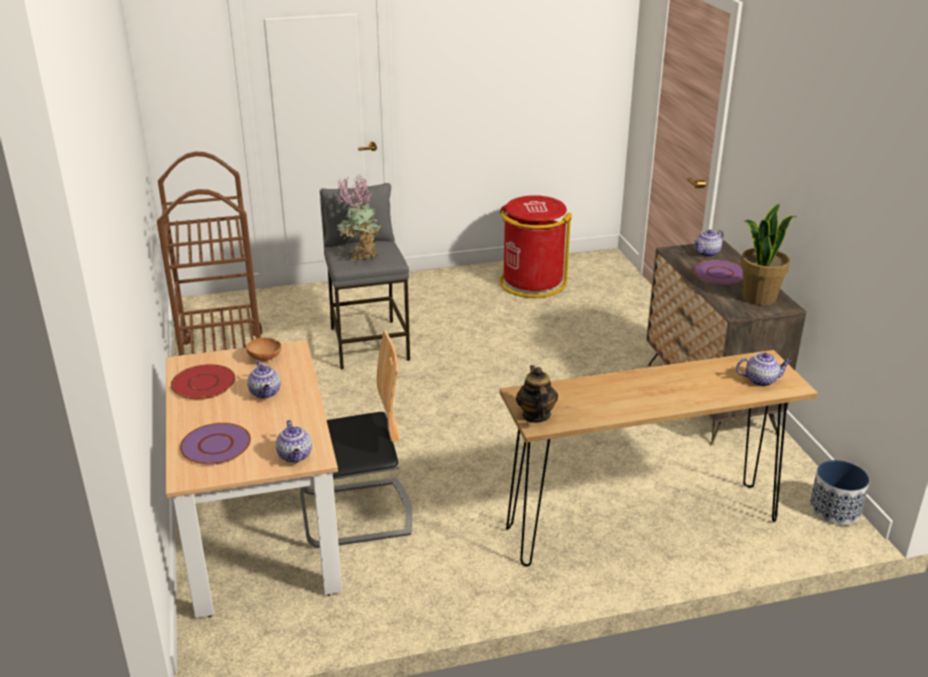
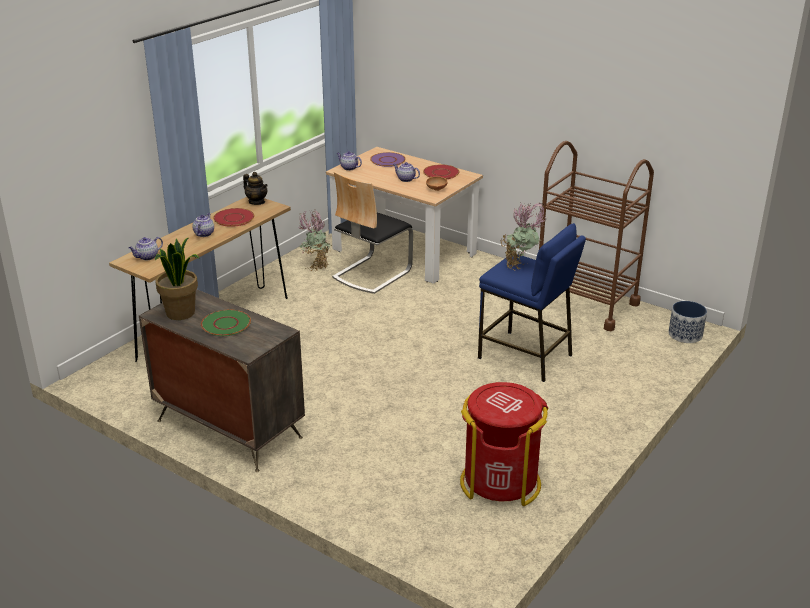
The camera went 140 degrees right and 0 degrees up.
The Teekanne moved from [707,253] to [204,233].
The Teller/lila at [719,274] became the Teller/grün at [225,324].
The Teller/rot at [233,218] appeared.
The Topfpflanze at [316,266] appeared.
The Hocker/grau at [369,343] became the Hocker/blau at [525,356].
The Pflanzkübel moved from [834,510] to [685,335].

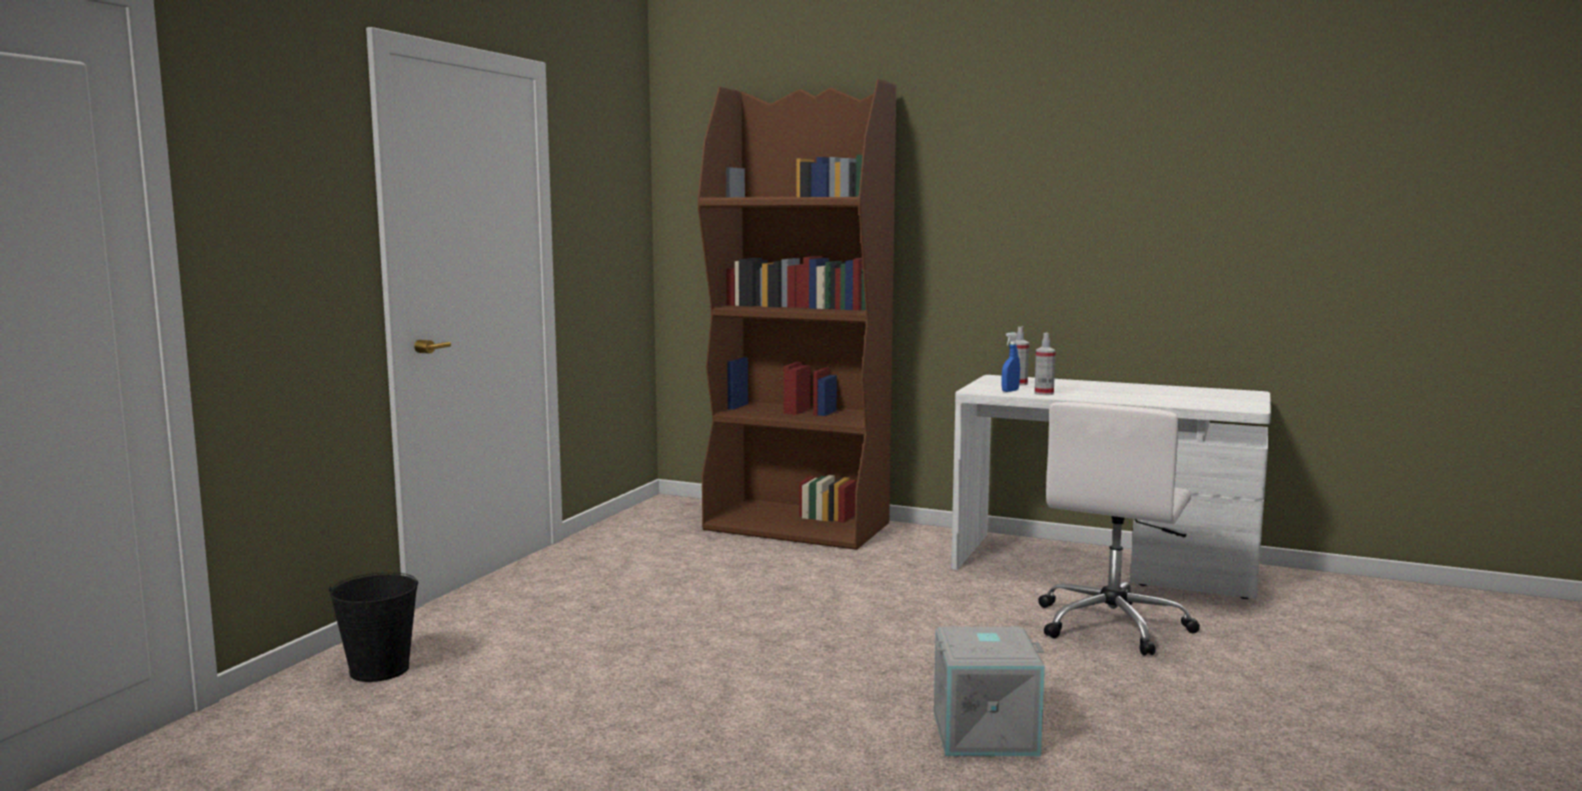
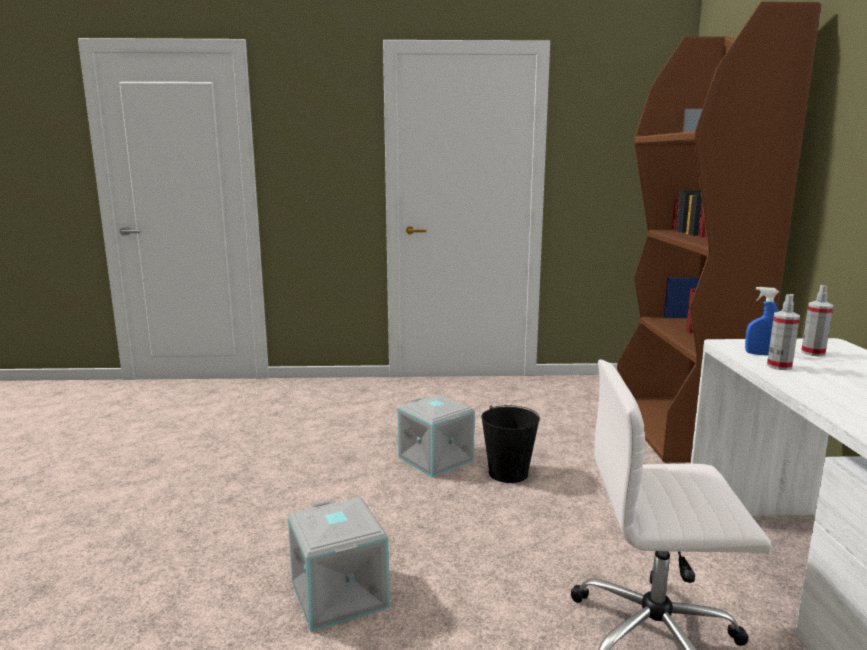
The camera went 65 degrees right and 5 degrees up.
The Aufbewahrungsbox/grau at [437,459] appeared.
The Eimer/schwarz moved from [379,670] to [508,473].

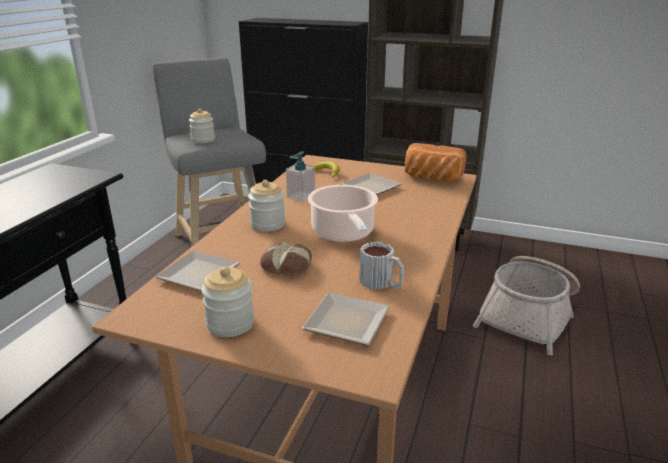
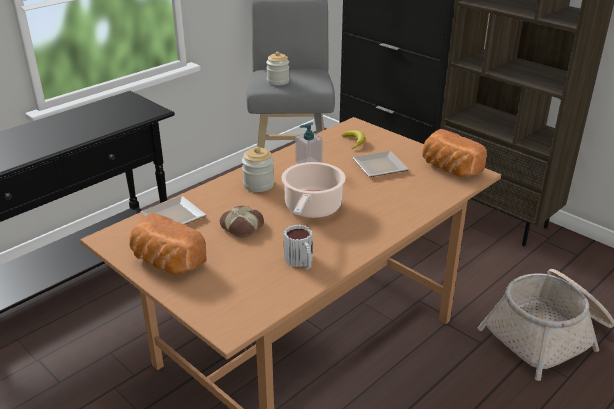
The camera went 25 degrees right and 5 degrees up.
The Vorratsglas at [230,323] was replaced by the Brot at [165,262].
The Teller at [343,323] disappeared.

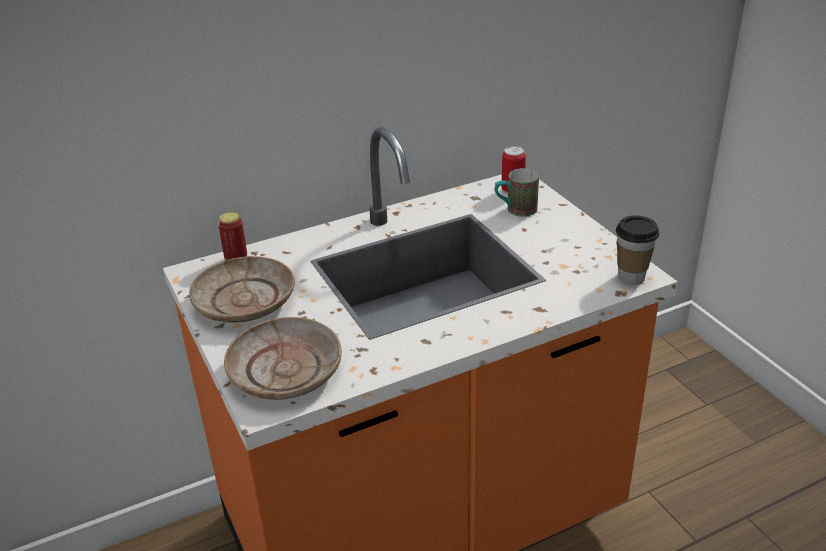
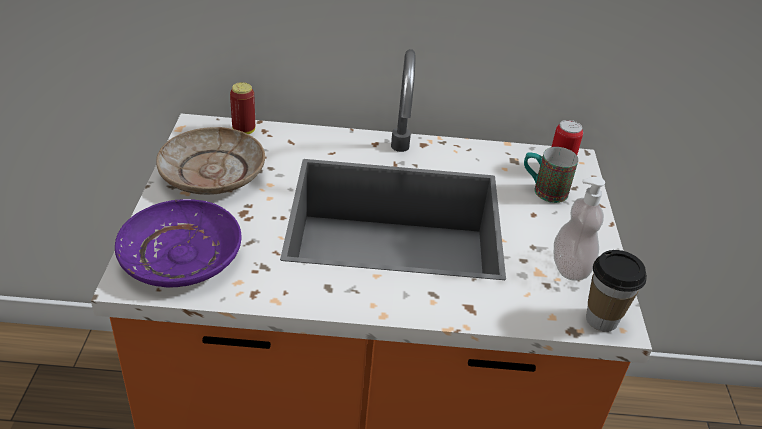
The camera went 25 degrees right and 5 degrees up.
The Teller/beige at [286,371] became the Teller/lila at [182,256].
The Seifenspender at [570,267] appeared.

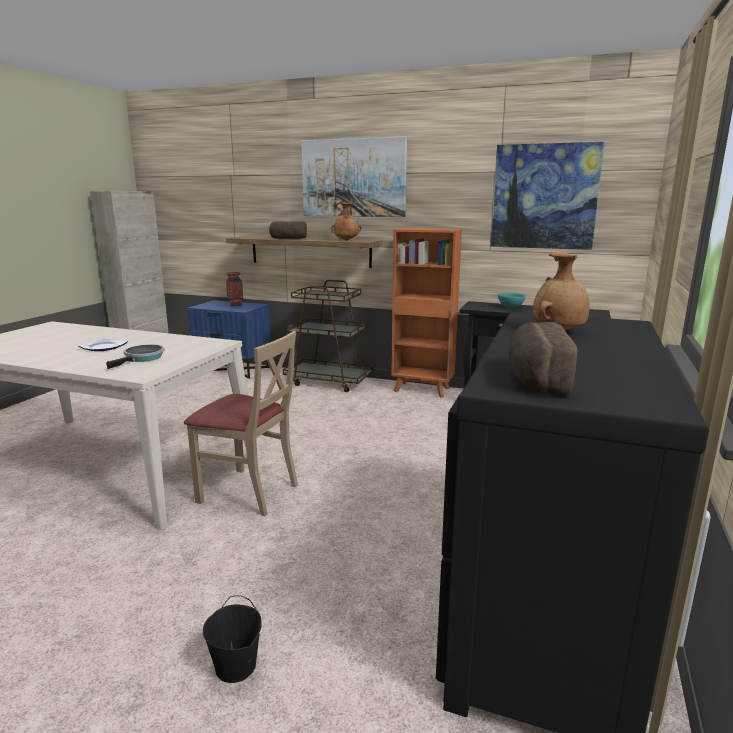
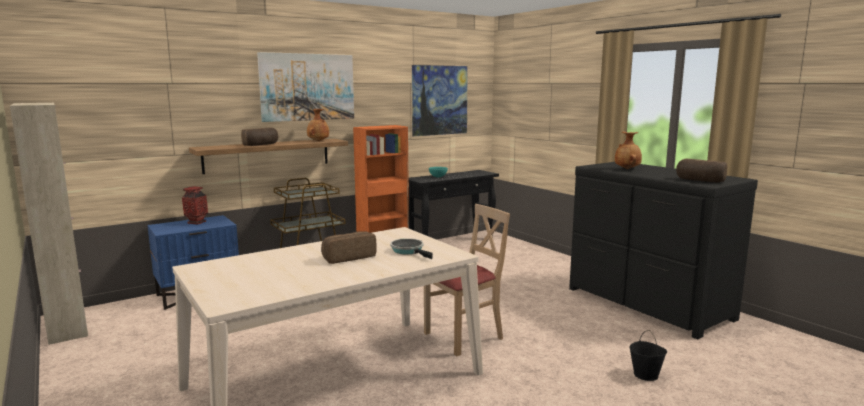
The camera went 55 degrees left and 5 degrees down.
The Teller at [103,348] was replaced by the Brot at [348,257].

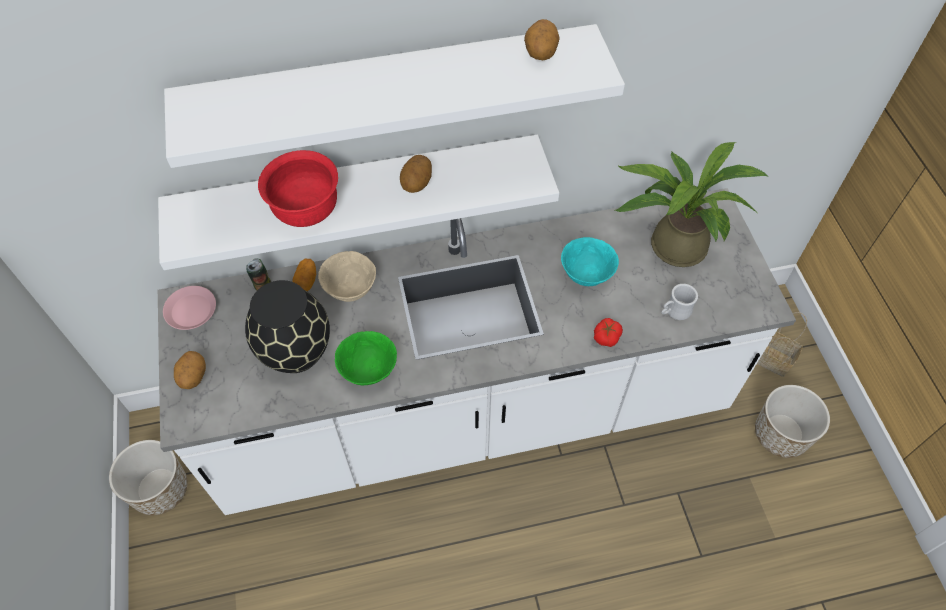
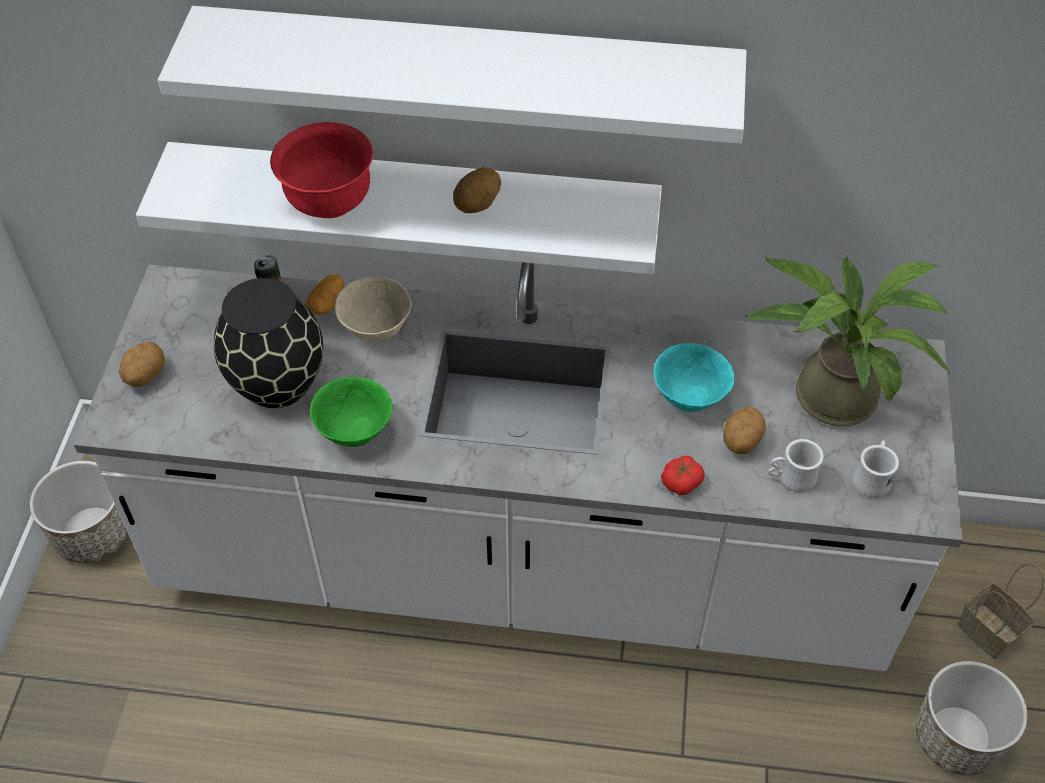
The camera went 20 degrees right and 5 degrees down.
The Kartoffel moved from [540,54] to [741,441].
The Henkelbecher/weiß at [872,478] appeared.
The Teller/rosa at [191,311] disappeared.

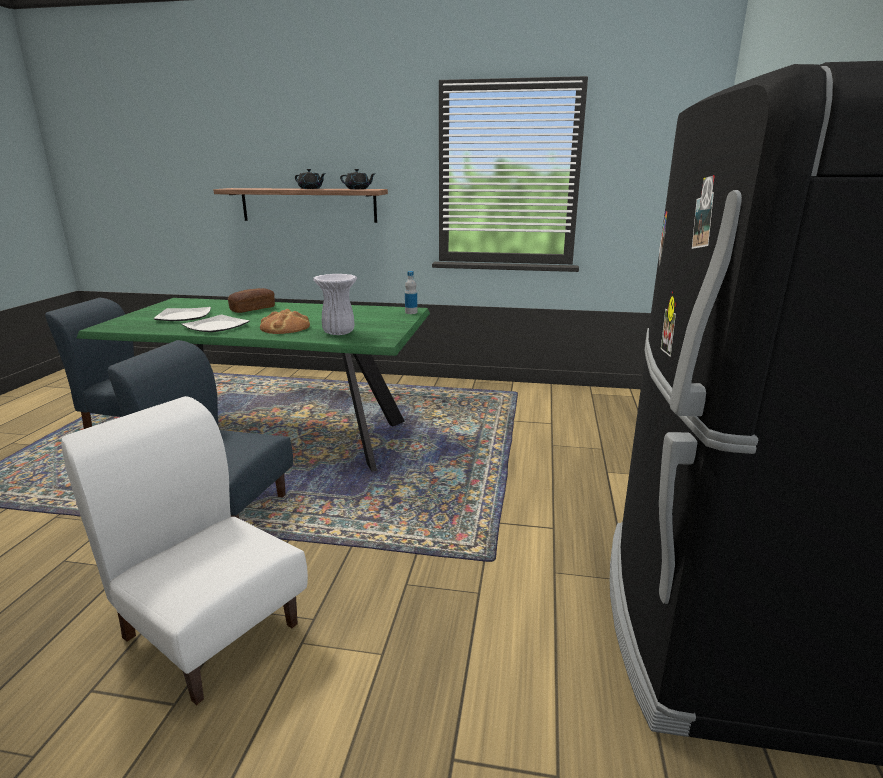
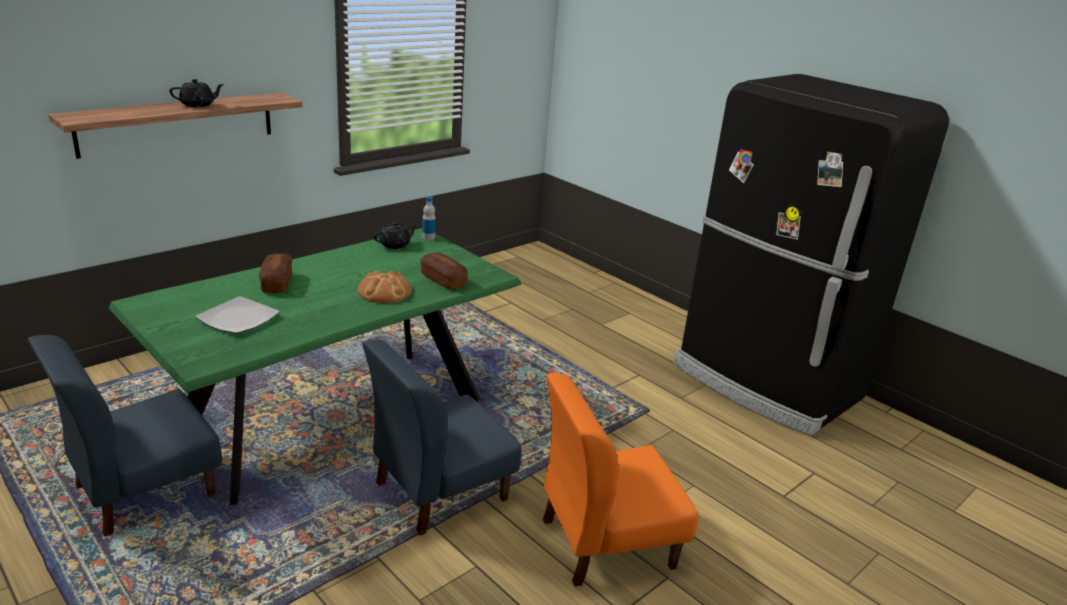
The camera went 55 degrees left and 5 degrees up.
The Teekanne/schwarz moved from [358,189] to [395,245].
The Vase/weiß at [338,333] was replaced by the Brot at [443,280].
The Stuhl/weiß at [211,629] became the Stuhl/orange at [606,542].
The Teller at [216,326] disappeared.

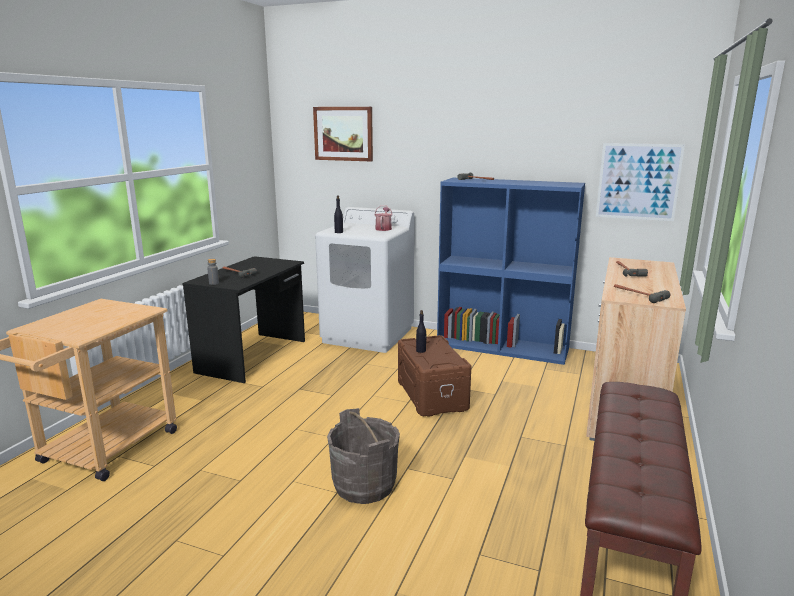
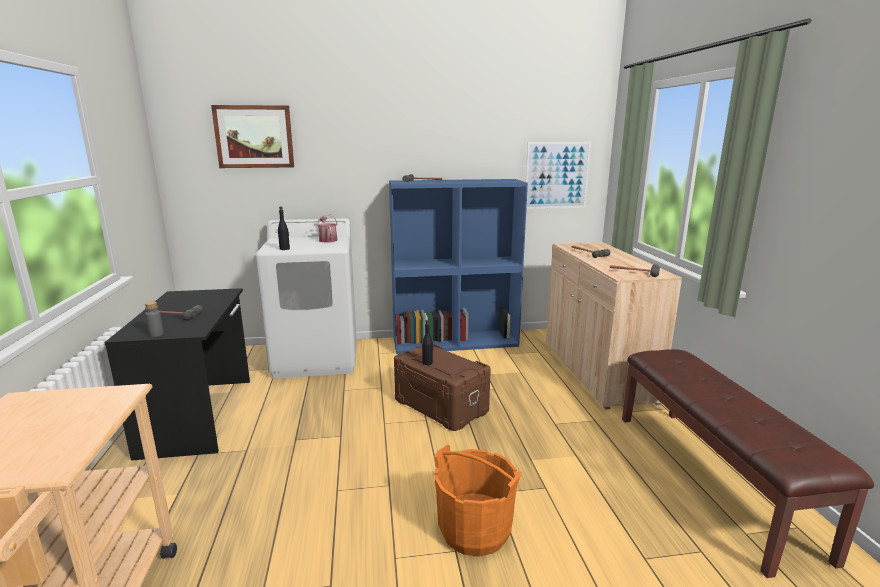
The camera went 30 degrees left and 0 degrees up.
The Eimer/grau at [364,485] became the Eimer/orange at [474,530].

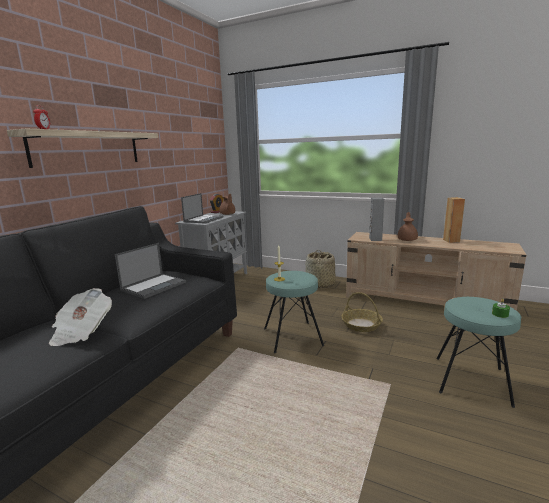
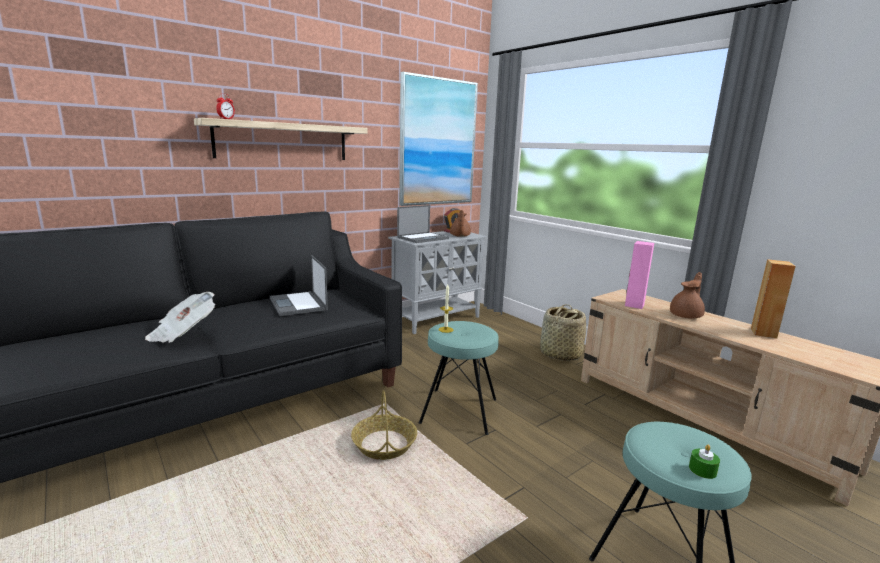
The camera went 25 degrees right and 0 degrees up.
The Laptop at [154,286] turned 90 degrees clockwise.
The Korb moved from [361,325] to [384,444].
The Bild at [437,142] appeared.
The Lautsprecher/grau at [375,239] became the Lautsprecher/rosa at [634,305].

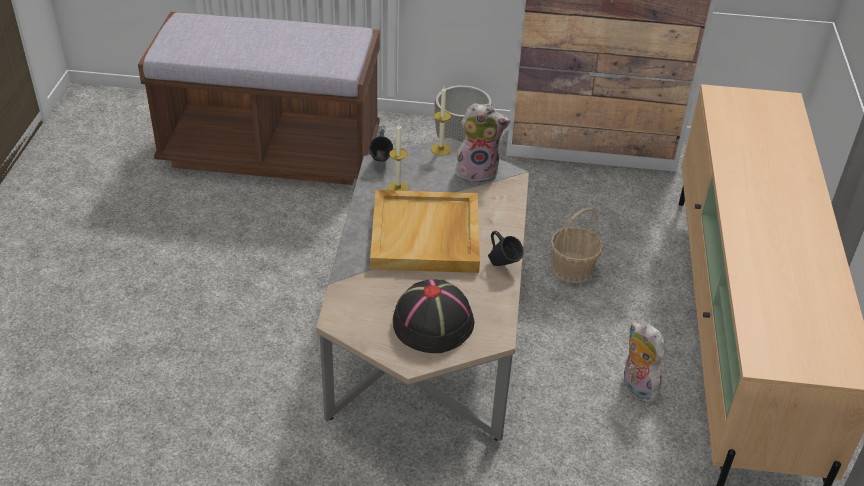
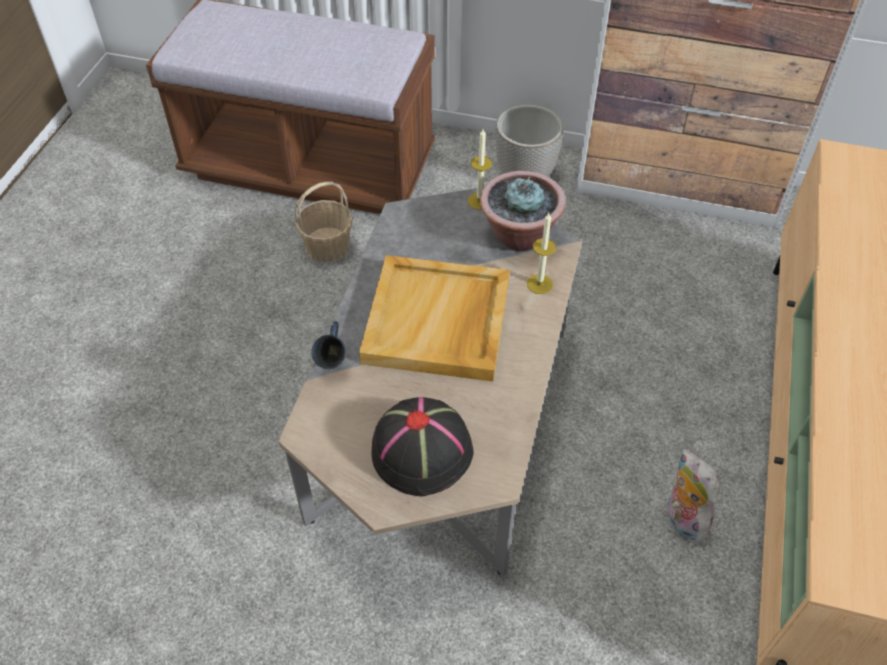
The camera went 10 degrees right and 10 degrees up.
The Korb moved from [573,268] to [328,246].
The Henkelbecher/blau moved from [381,163] to [333,364].
The Plüschtier at [478,172] was replaced by the Topfpflanze at [519,236].
The Kerze moved from [398,188] to [539,284].
The Henkelbecher/schwarz at [503,265] disappeared.

